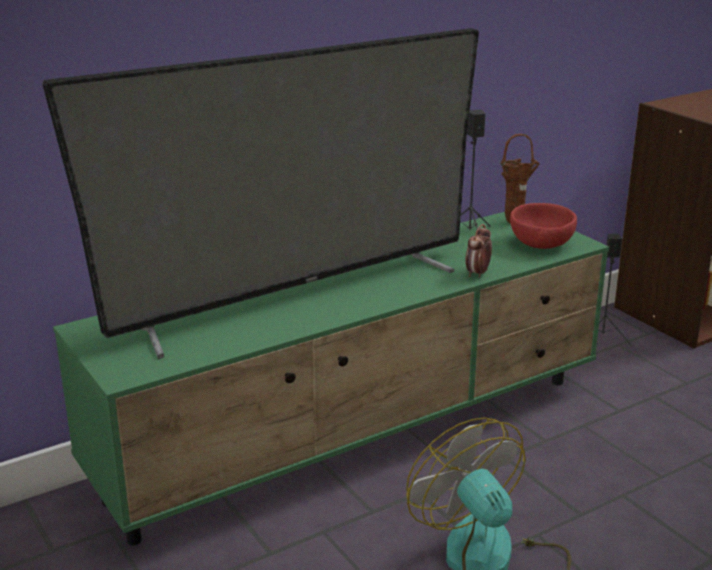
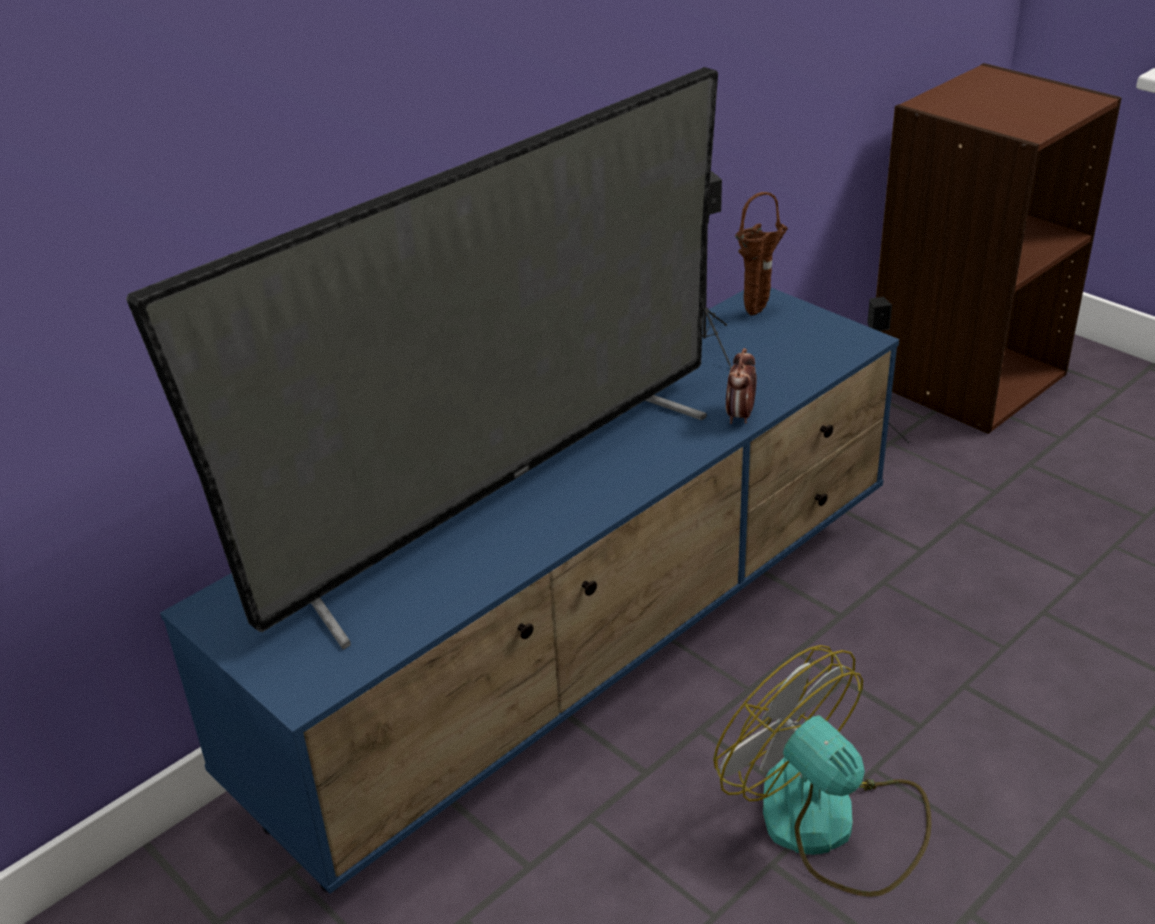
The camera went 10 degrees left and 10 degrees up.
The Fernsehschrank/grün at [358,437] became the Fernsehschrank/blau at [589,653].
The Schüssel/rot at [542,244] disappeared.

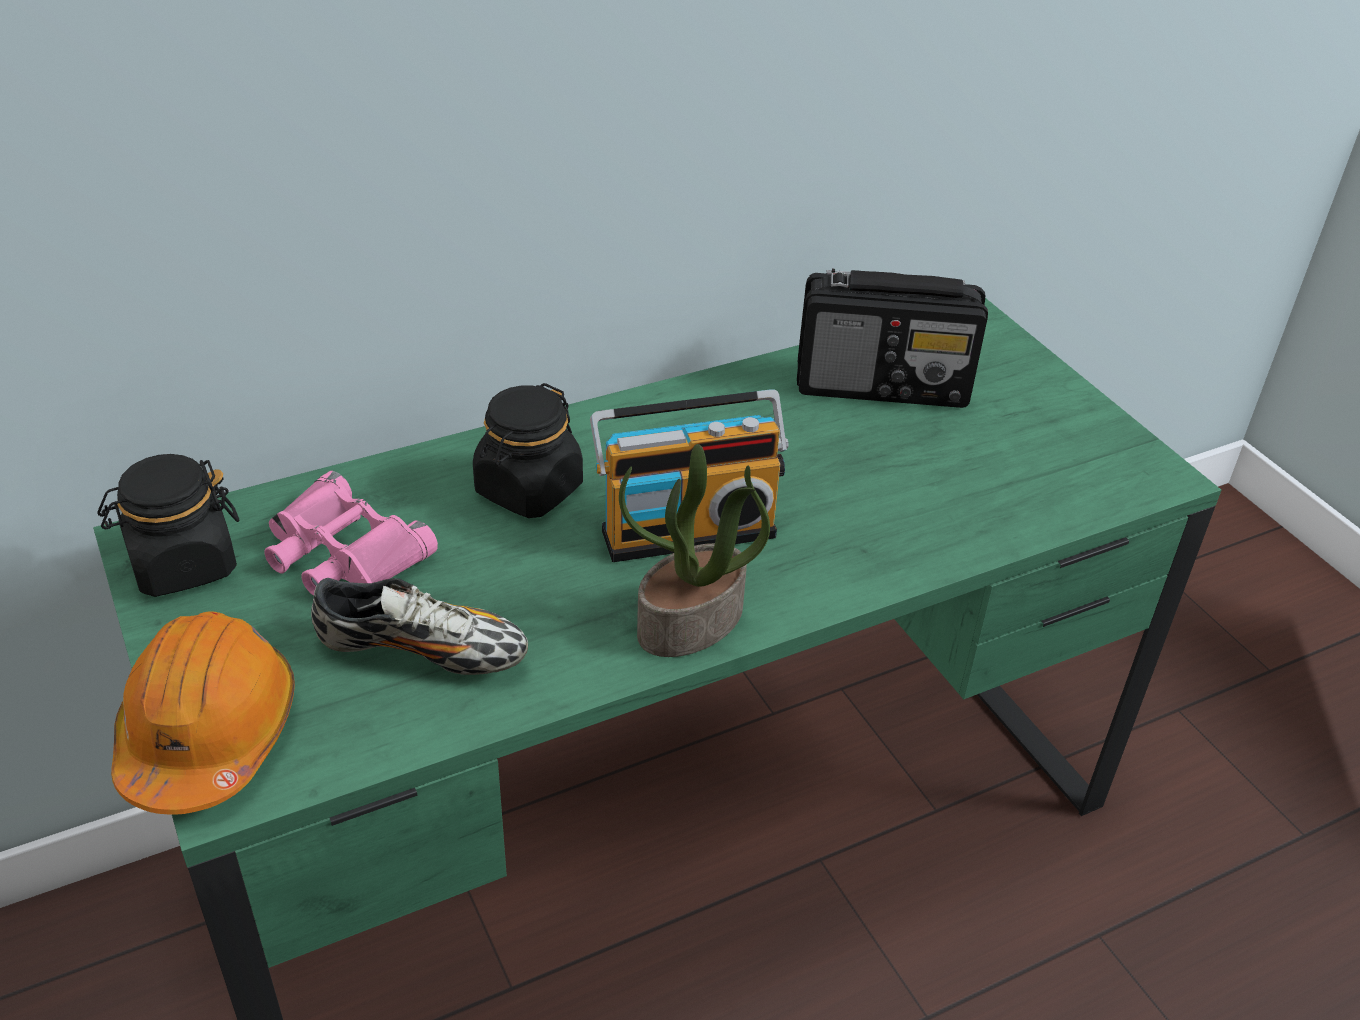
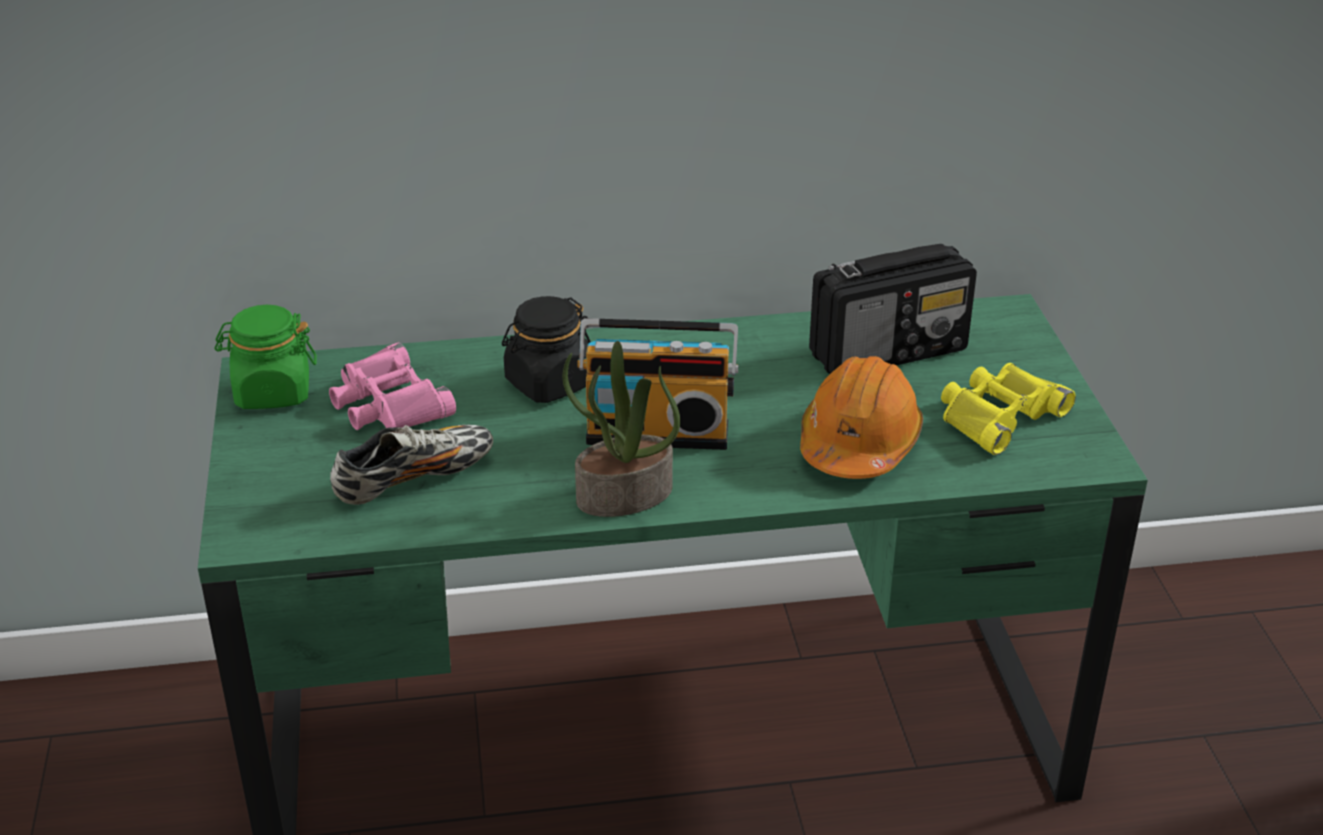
The camera went 20 degrees right and 5 degrees down.
The Vorratsglas/schwarz at [182,564] became the Vorratsglas/grün at [272,392].
The Schuh at [422,652] turned 60 degrees counterclockwise.
The Schutzhelm/orange moved from [208,734] to [859,443].
The Radio at [884,386] turned 45 degrees counterclockwise.
The Fernglas/gelb at [998,415] appeared.

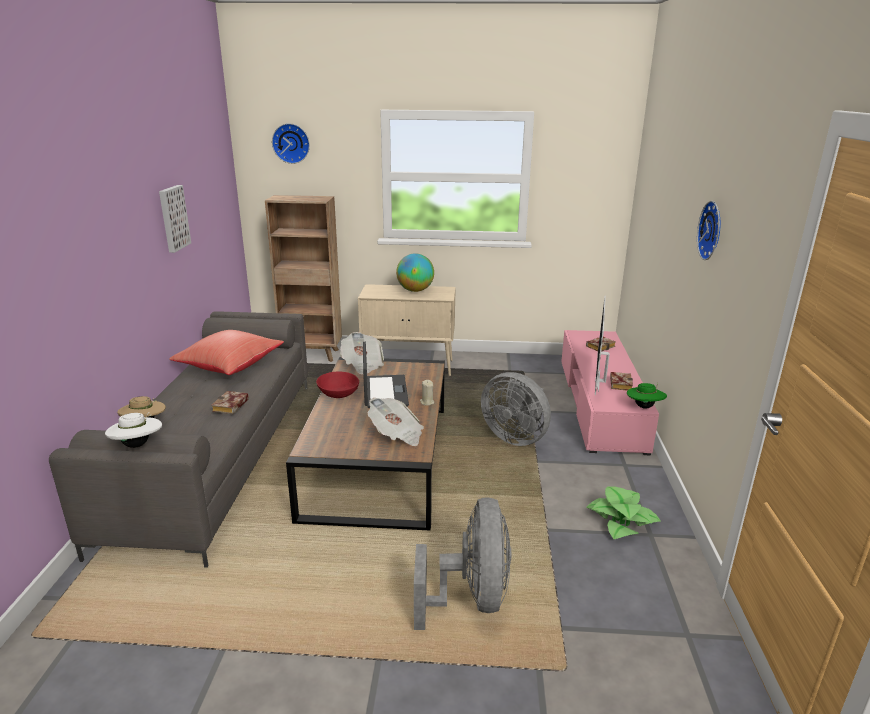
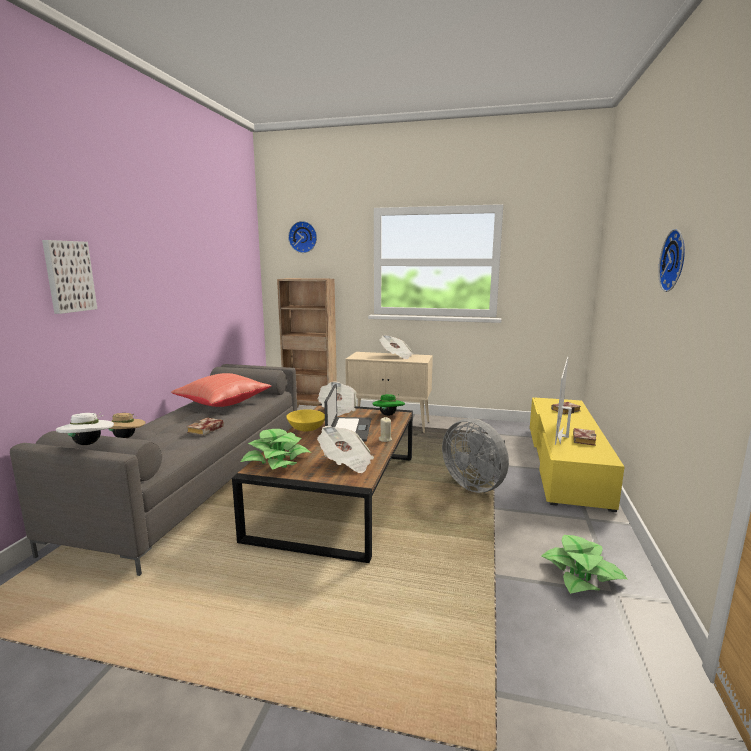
The camera went 10 degrees right and 10 degrees down.
The Bild moved from [172,218] to [68,276].
The Topfpflanze at [276,460] appeared.
The Schüssel/rot at [338,394] became the Schüssel/gelb at [306,429].
The Hut/grün moved from [644,407] to [388,415].
The Globus at [415,290] was replaced by the Zeitung at [396,356].
The Fernsehschrank/rosa at [600,403] became the Fernsehschrank/gelb at [565,463].
The Ventilator/grau at [471,598] disappeared.

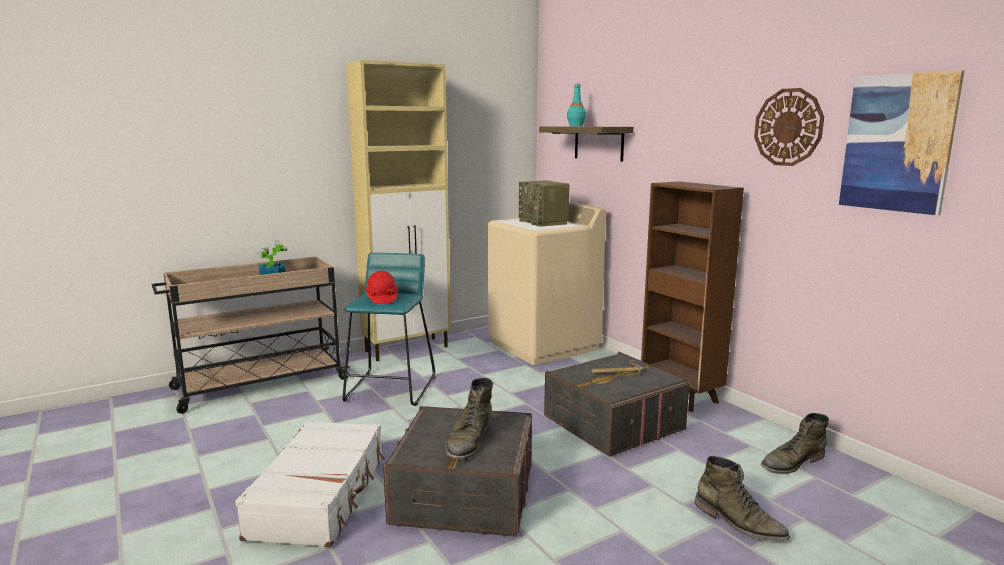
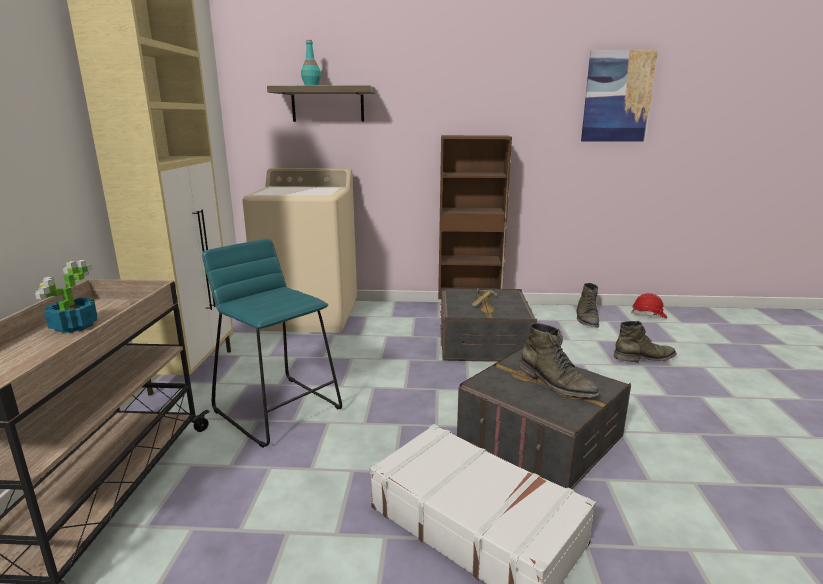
The camera went 55 degrees left and 5 degrees up.
The Schutzhelm/rot moved from [381,298] to [649,315].
The Radio at [544,222] disappeared.
The Wanduhr at [788,127] disappeared.

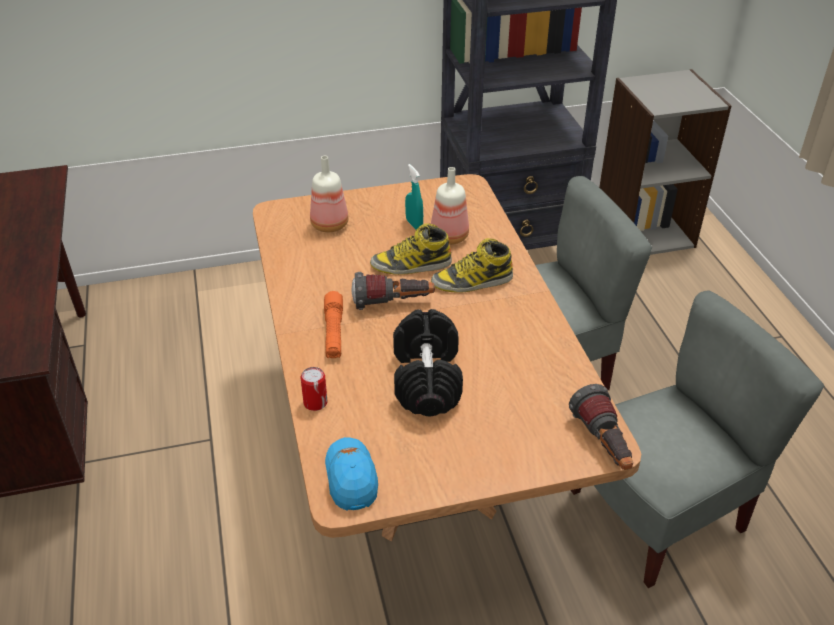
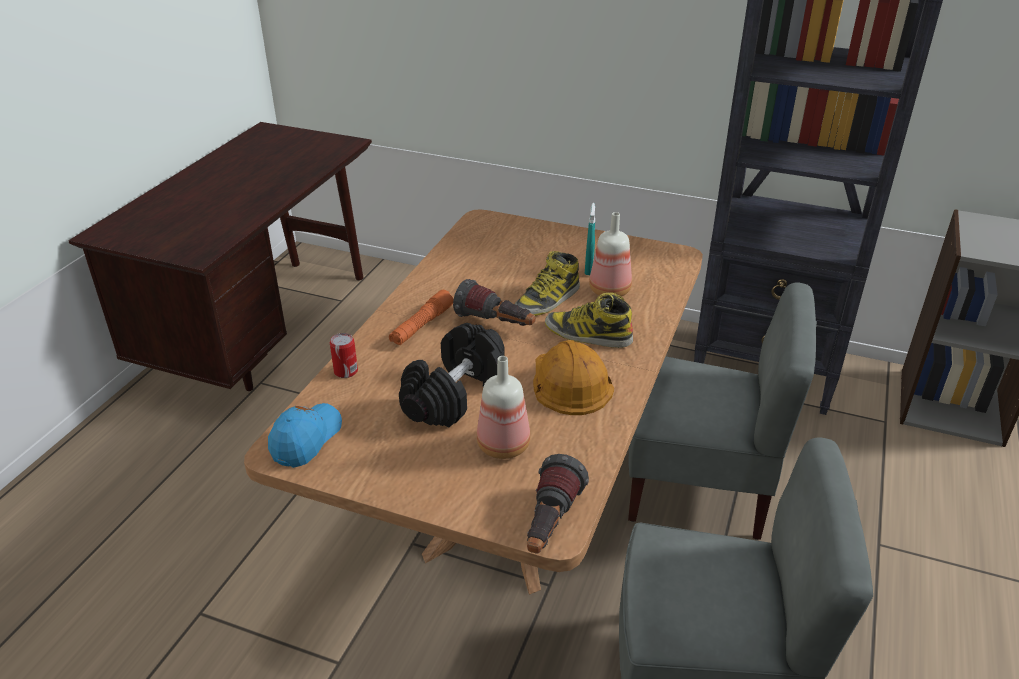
The camera went 35 degrees right and 5 degrees down.
The Flasche moved from [329,224] to [503,444].
The Stiefel at [411,265] turned 75 degrees counterclockwise.
The Schutzhelm/orange at [569,382] appeared.

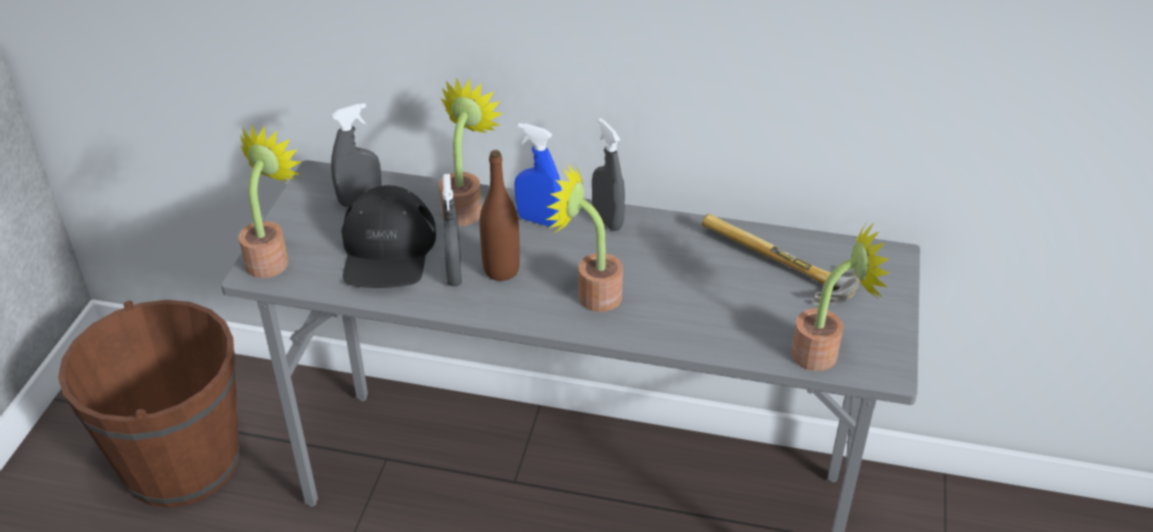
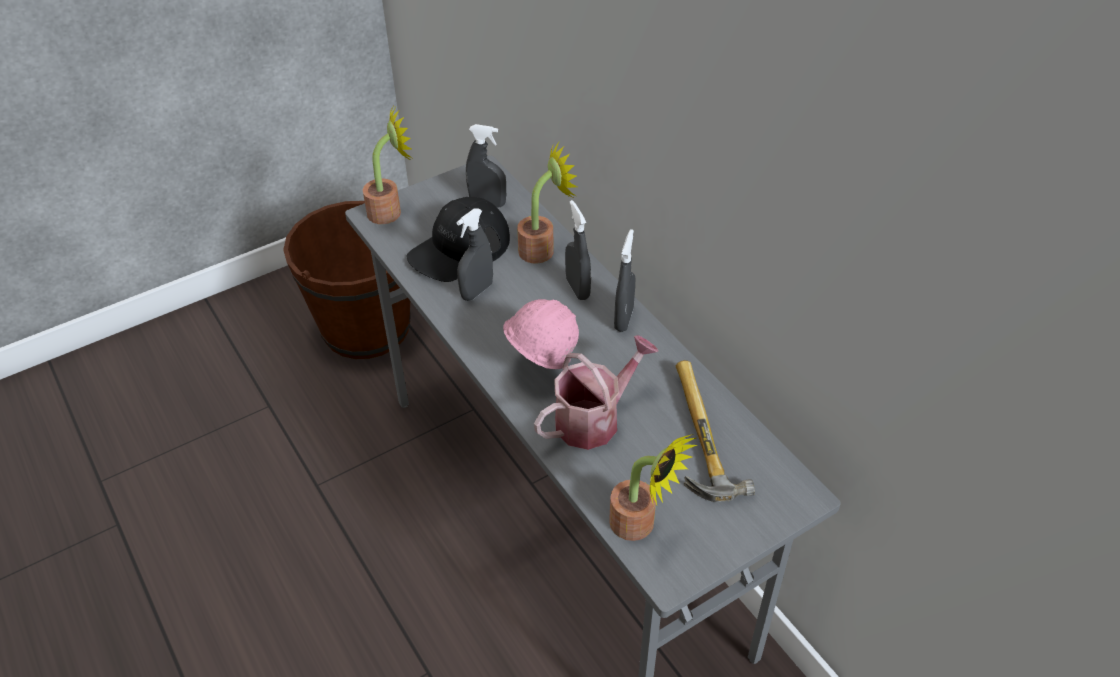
The camera went 45 degrees right and 5 degrees up.
The Topfpflanze at [591,294] was replaced by the Schutzhelm/rosa at [540,365].
The Gießkanne at [594,418] appeared.
The Sprühflasche/blau at [538,220] became the Sprühflasche/grau at [577,289].
The Flasche/braun at [501,270] disappeared.

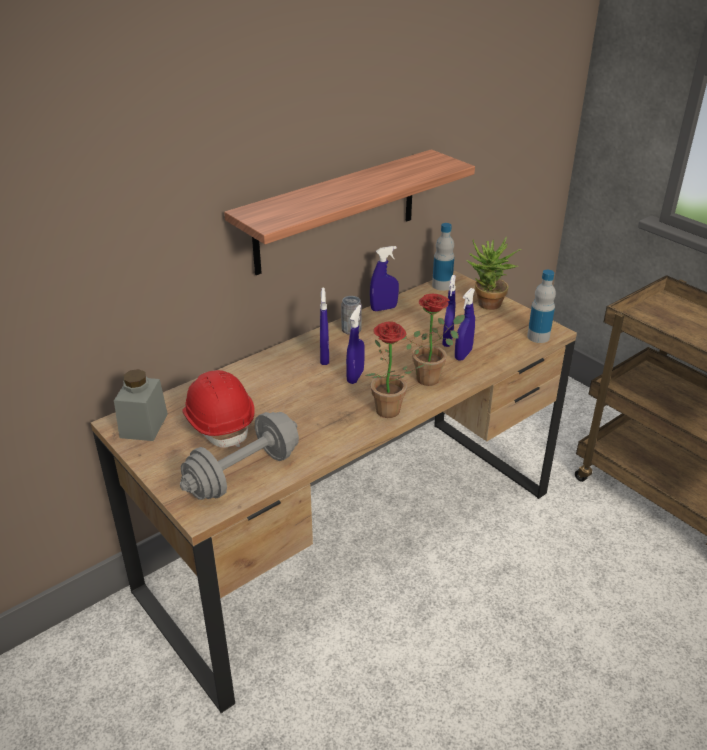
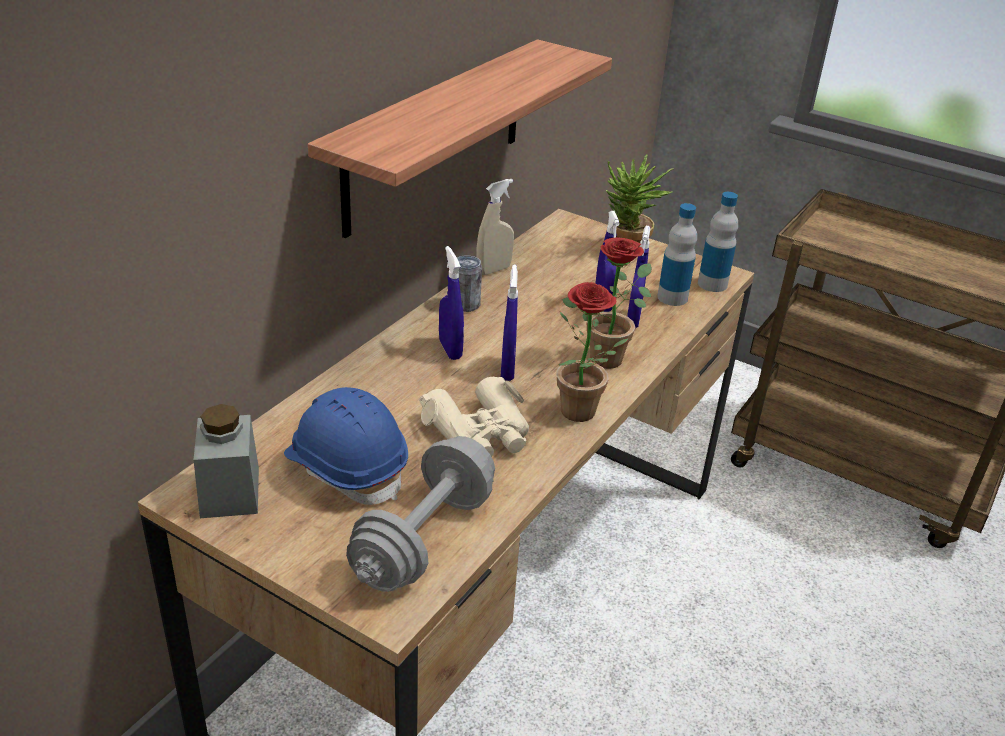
The camera went 20 degrees left and 0 degrees up.
The Schutzhelm/rot at [219,423] became the Schutzhelm/blau at [347,468].
The Fernglas/beige at [480,432] appeared.
The Sprühflasche/blau at [383,308] became the Sprühflasche/beige at [494,270].
The Flasche moved from [442,285] to [672,297].

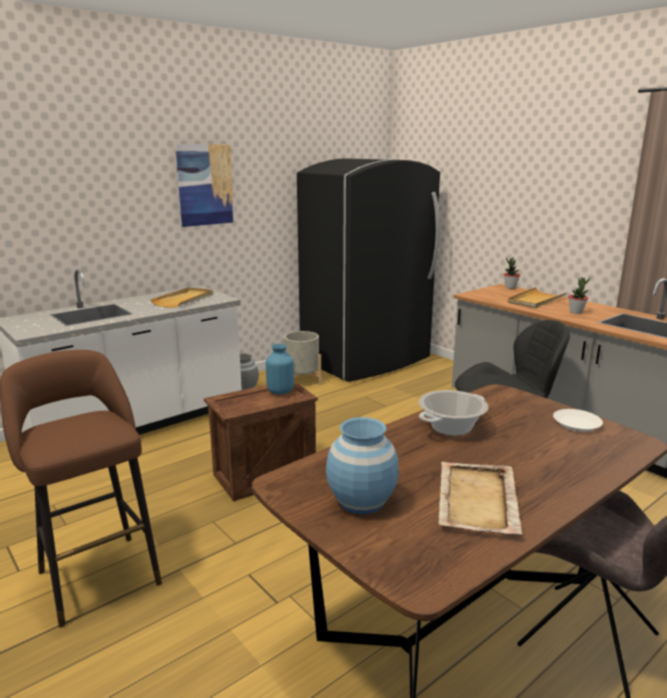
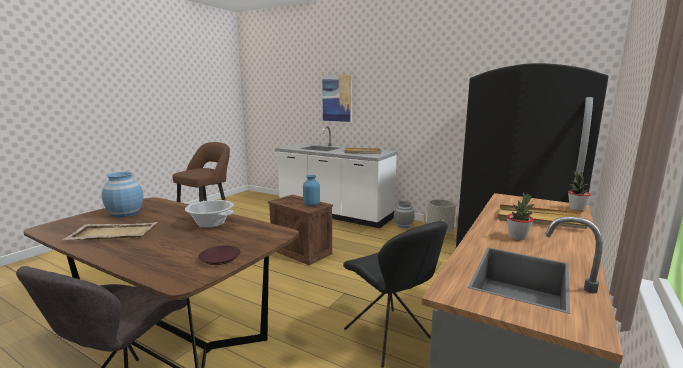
The camera went 70 degrees right and 5 degrees down.
The Teller/weiß at [577,424] became the Teller/braun at [220,258].
The Bild moved from [205,185] to [337,98].

